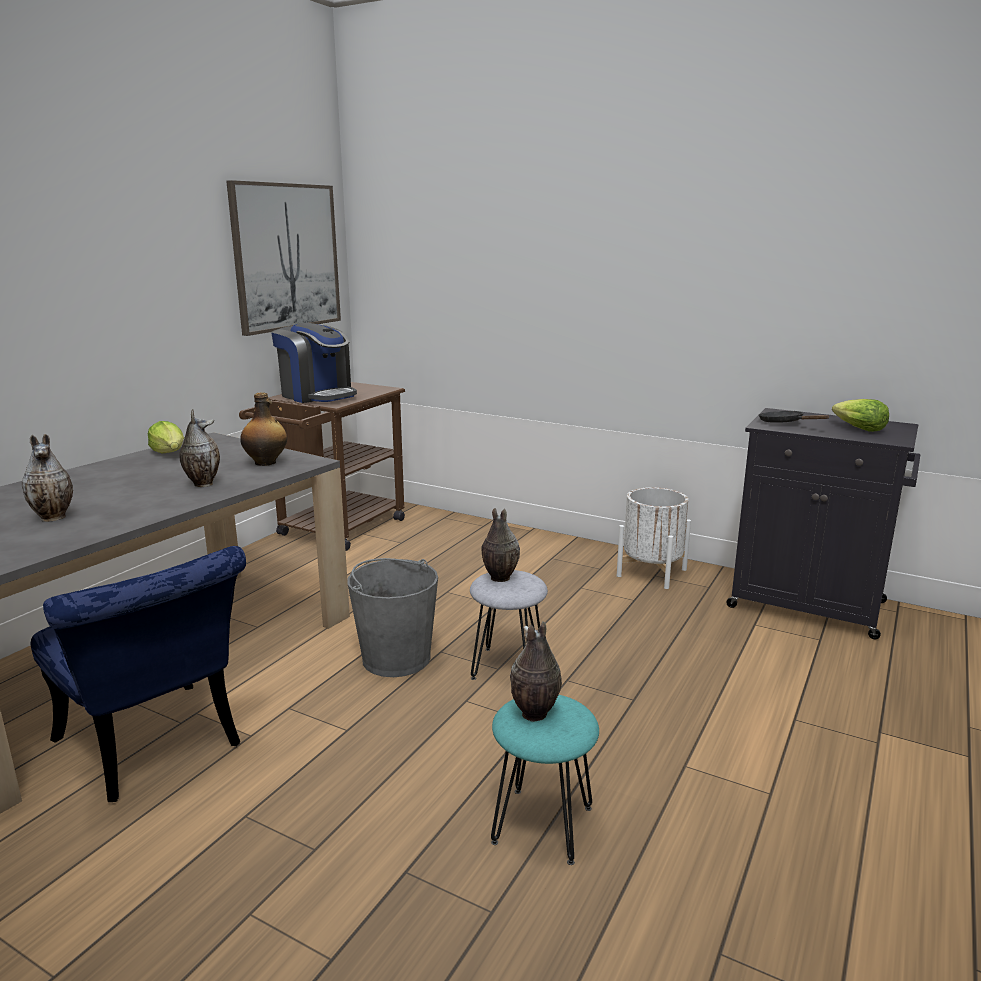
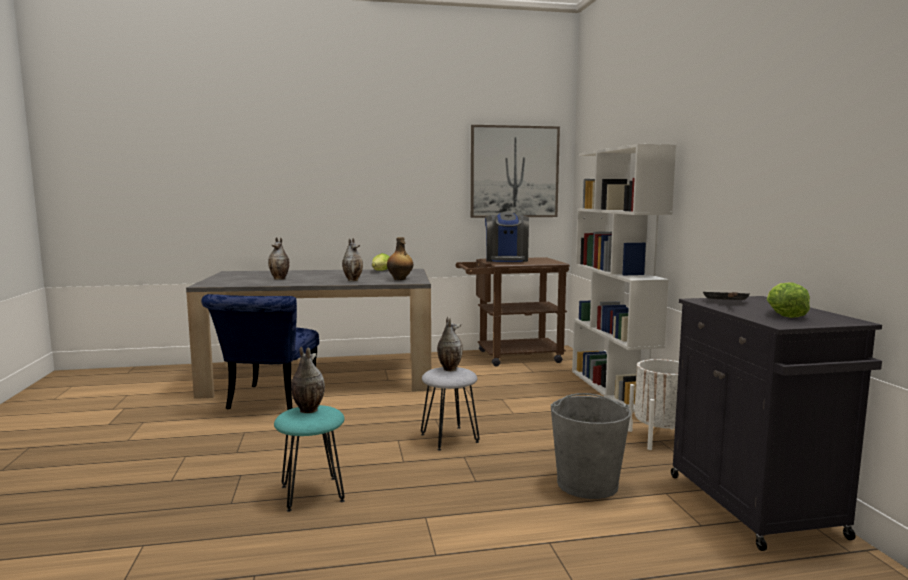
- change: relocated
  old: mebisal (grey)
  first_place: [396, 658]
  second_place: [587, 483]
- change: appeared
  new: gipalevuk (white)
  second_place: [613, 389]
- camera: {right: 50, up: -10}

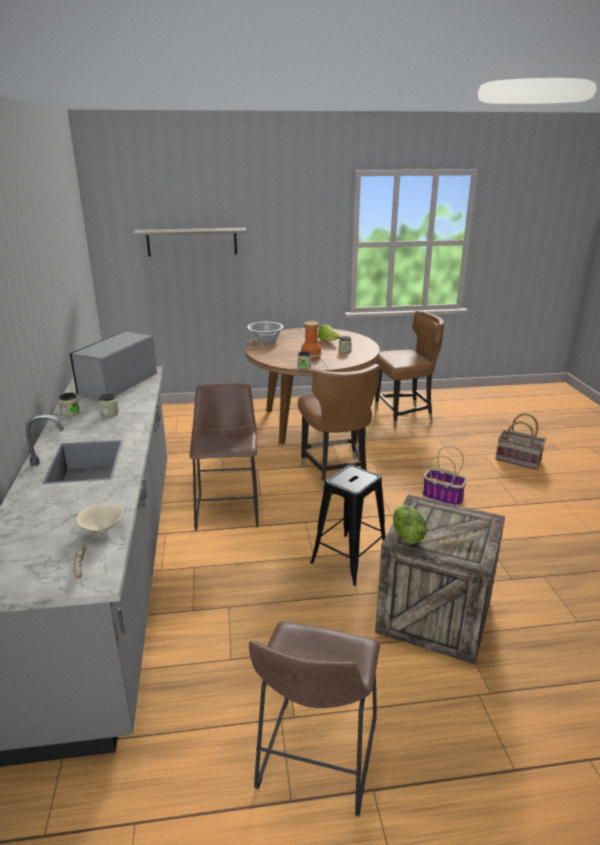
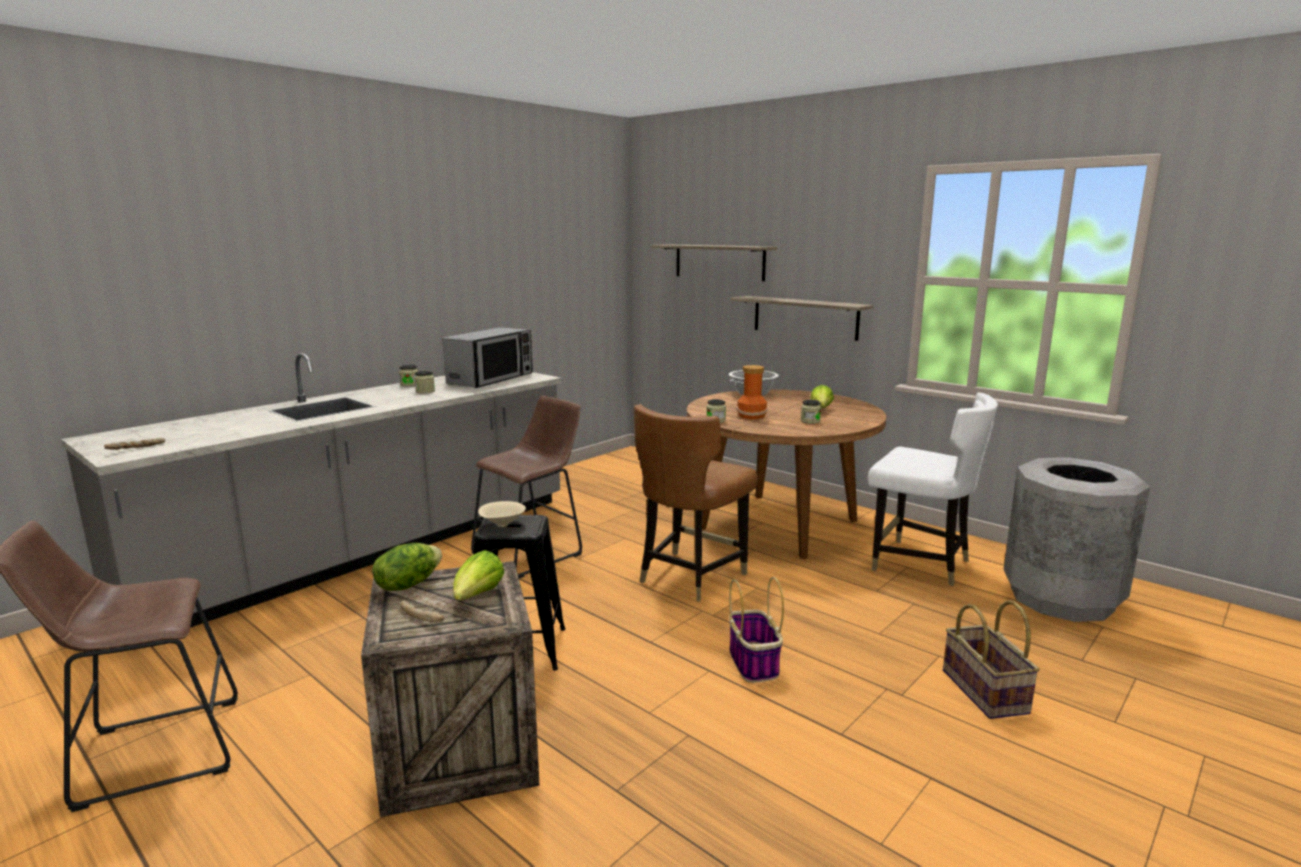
- change: spun
  old: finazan
  first_place: [117, 384]
  second_place: [491, 379]
  degrees: 135
- change: appeared
  new: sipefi
  second_place: [477, 596]
- change: relocated
  old: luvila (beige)
  first_place: [102, 530]
  second_place: [502, 525]
- change: appeared
  new: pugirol
  second_place: [805, 317]
- change: colour
  old: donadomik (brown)
  new: donadomik (white)
  first_place: [403, 415]
  second_place: [920, 563]
- change: appeared
  new: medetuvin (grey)
  second_place: [1062, 599]
- camera: {right: 50, up: -10}

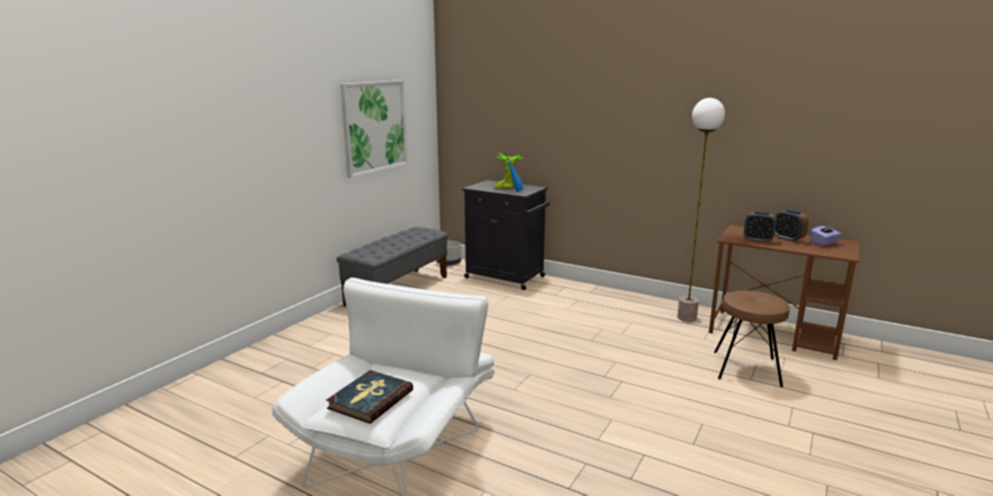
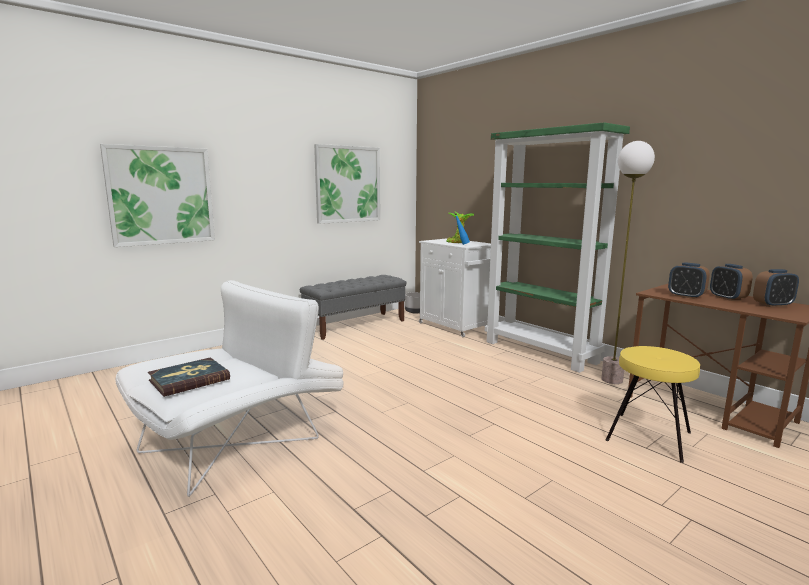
- change: appeared
  new: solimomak
  second_place: [161, 195]
- change: colour
  old: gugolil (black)
  new: gugolil (white)
  first_place: [506, 277]
  second_place: [455, 326]
- change: appeared
  new: gipalevuk (green)
  second_place: [541, 352]
- change: colour
  old: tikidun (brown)
  new: tikidun (yellow)
  first_place: [746, 368]
  second_place: [648, 436]
- change: exchanged
  old: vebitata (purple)
  new: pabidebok
  first_place: [824, 243]
  second_place: [772, 305]
- camera: {right: 20, up: -5}

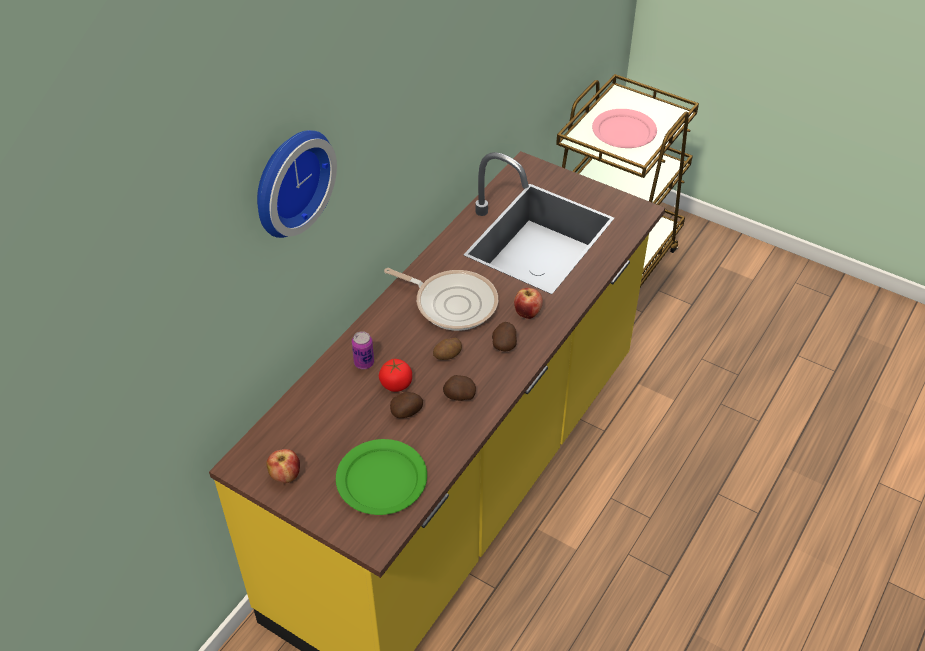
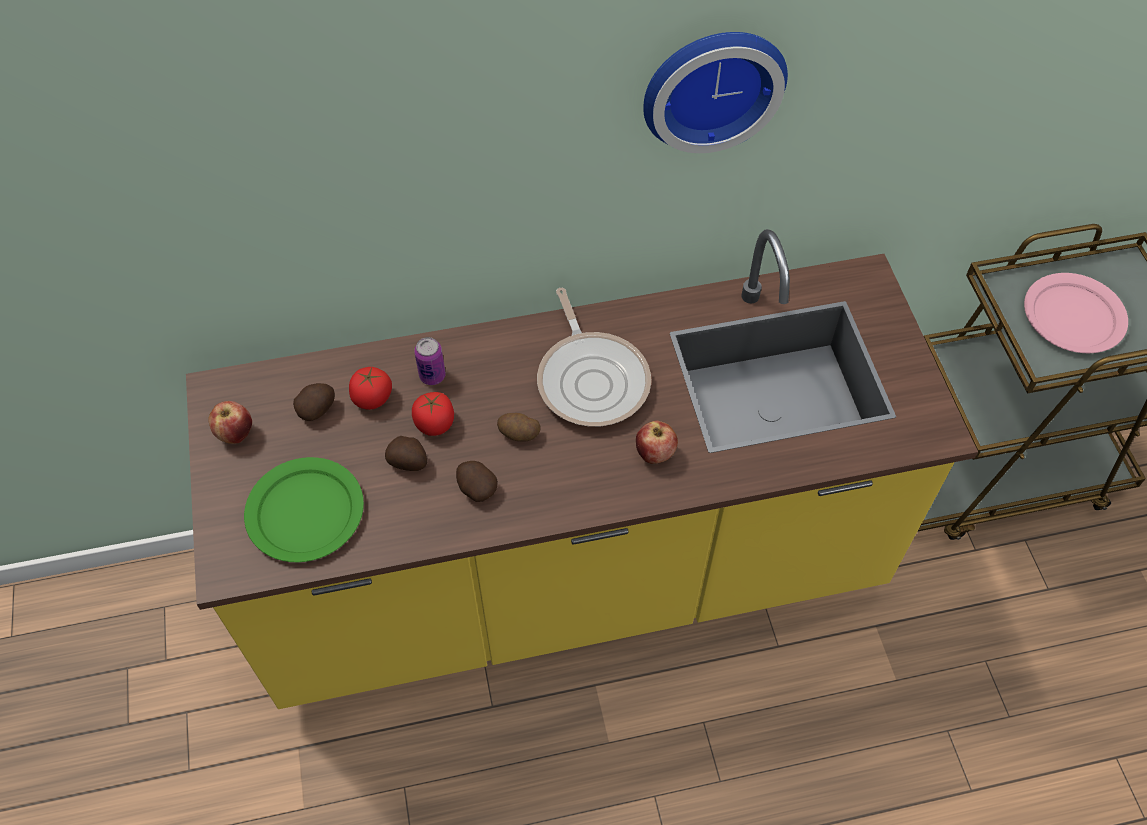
- change: relocated
  old: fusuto
  first_place: [504, 344]
  second_place: [317, 409]
- change: appeared
  new: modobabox
  second_place: [372, 398]
- change: relocated
  old: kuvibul
  first_place: [288, 180]
  second_place: [711, 84]
- camera: {right: 45, up: 10}

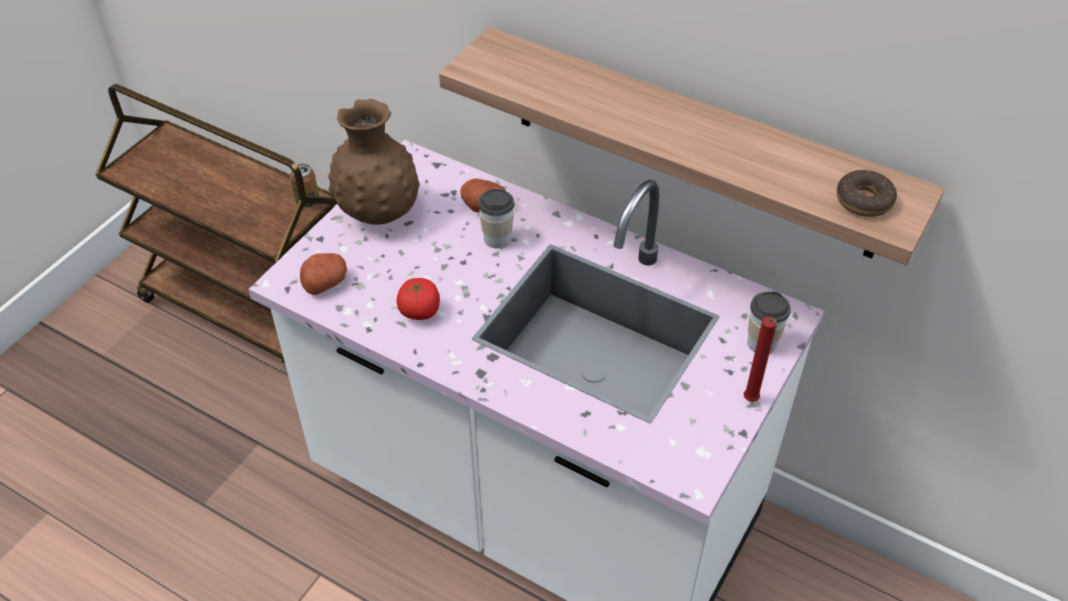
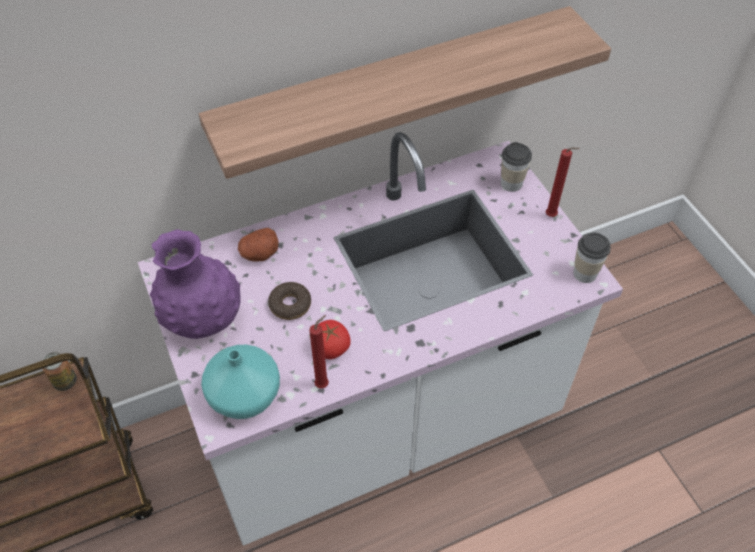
- change: colour
  old: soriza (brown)
  new: soriza (purple)
  first_place: [379, 212]
  second_place: [203, 320]
- change: exchanged
  old: fusuto
  new: soriza (turquoise)
  first_place: [325, 282]
  second_place: [246, 394]
- change: relocated
  old: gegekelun
  first_place: [864, 200]
  second_place: [290, 305]
- change: appeared
  new: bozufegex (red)
  second_place: [324, 384]
- change: relocated
  old: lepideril
  first_place: [497, 239]
  second_place: [585, 273]
- camera: {right: -55, up: 5}

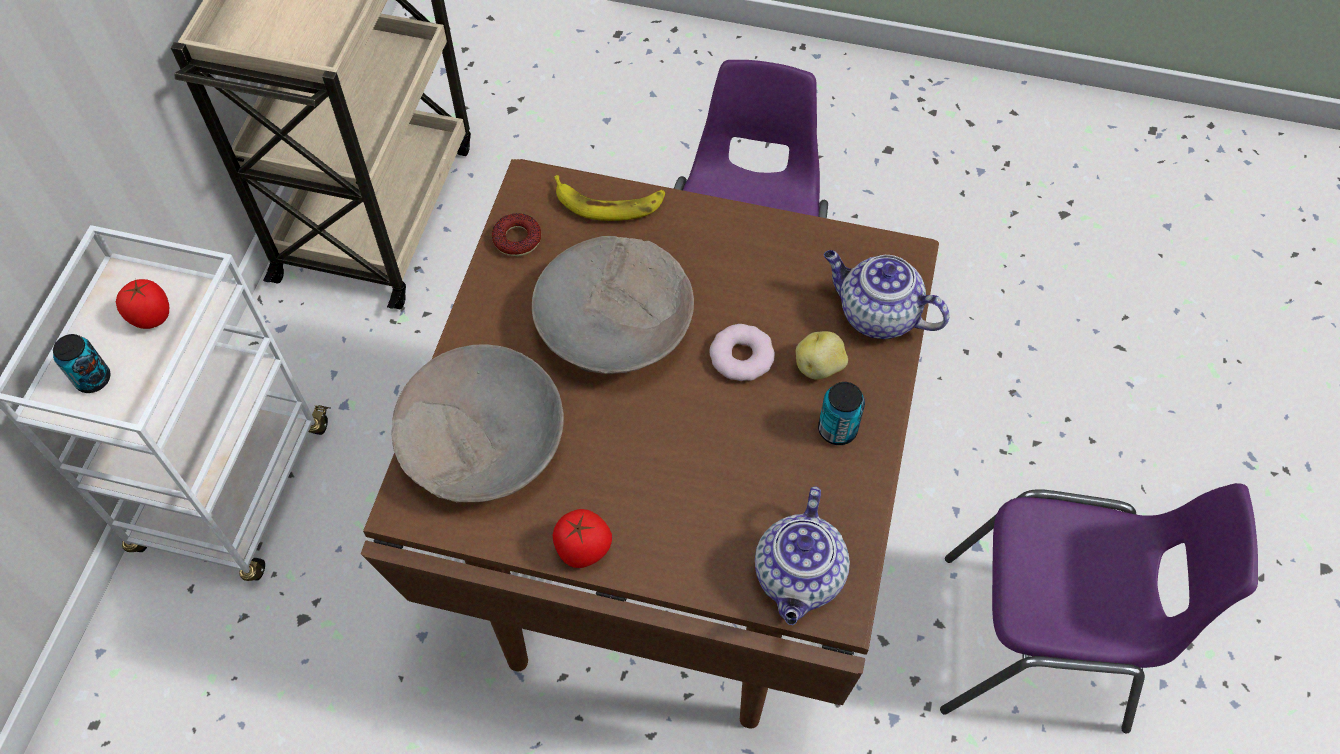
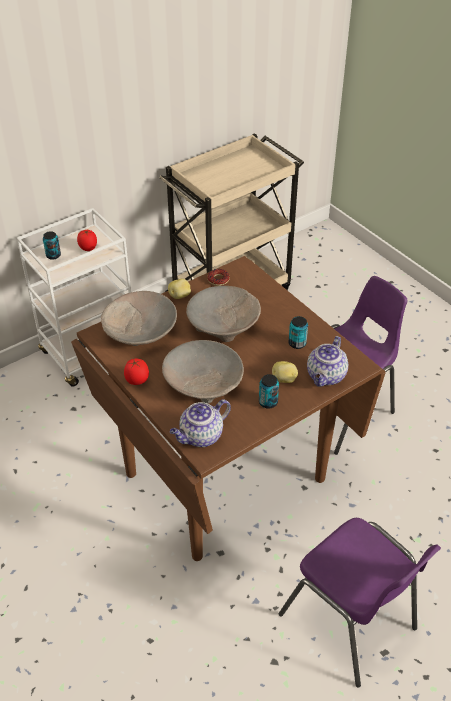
- change: appeared
  new: luvila (beige)
  second_place: [203, 381]
- change: appeared
  new: fusuto
  second_place: [180, 296]
- change: appeared
  new: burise
  second_place: [297, 343]
- change: spun
  old: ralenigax
  first_place: [876, 315]
  second_place: [326, 377]
  degrees: -135
- change: missing
  old: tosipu
  first_place: [609, 203]
- change: missing
  old: gegekelun
  first_place: [741, 356]
- camera: {right: 40, up: -15}

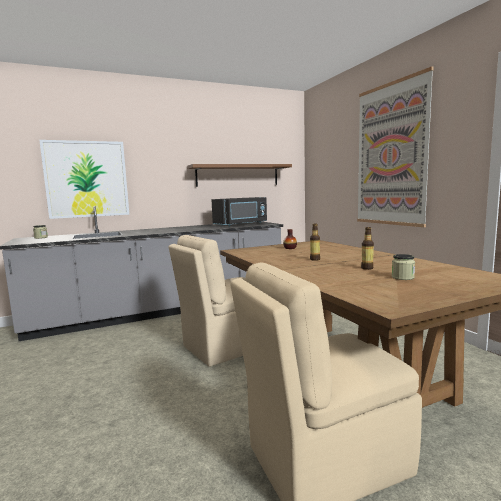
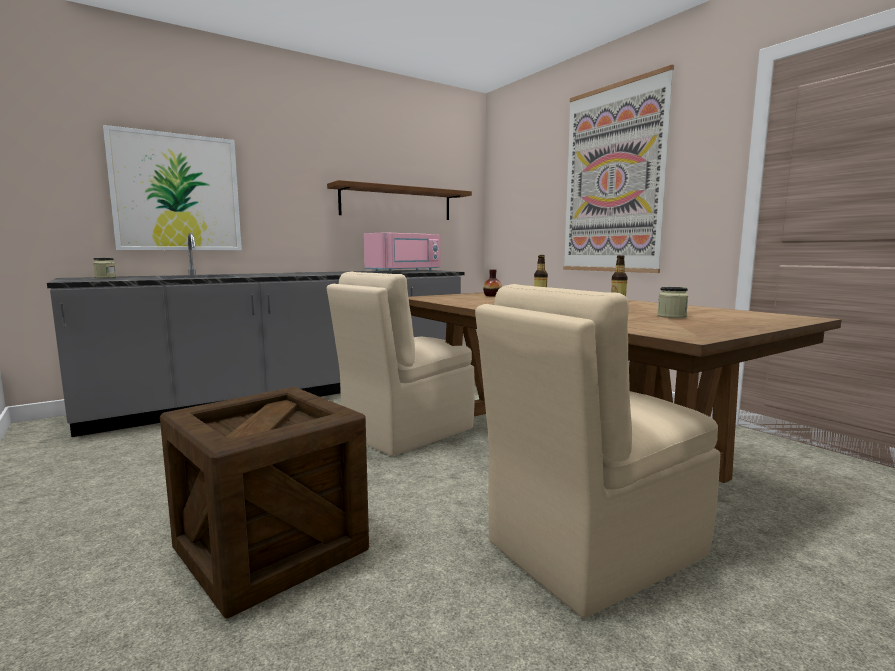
- change: appeared
  new: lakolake
  second_place: [271, 549]
- change: colour
  old: finazan (black)
  new: finazan (pink)
  first_place: [241, 224]
  second_place: [405, 271]
- camera: {right: -10, up: 0}

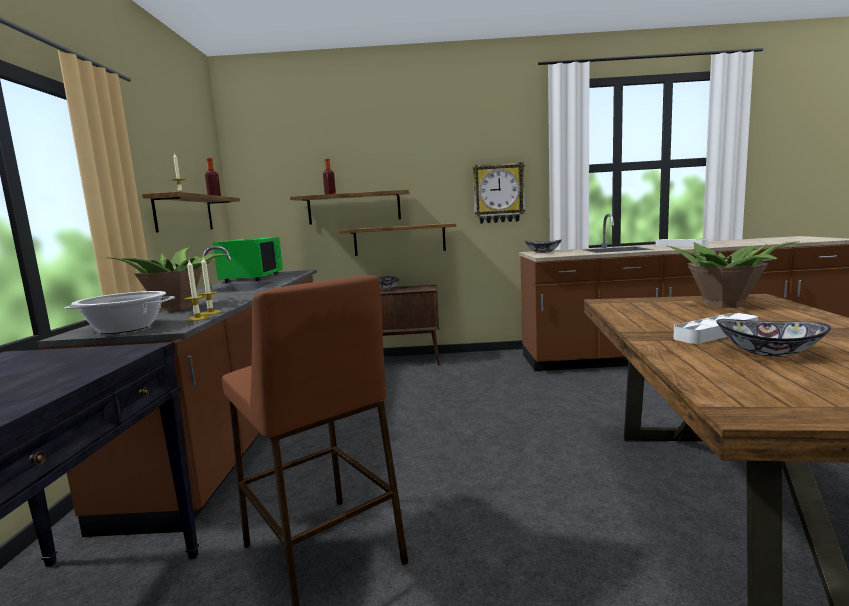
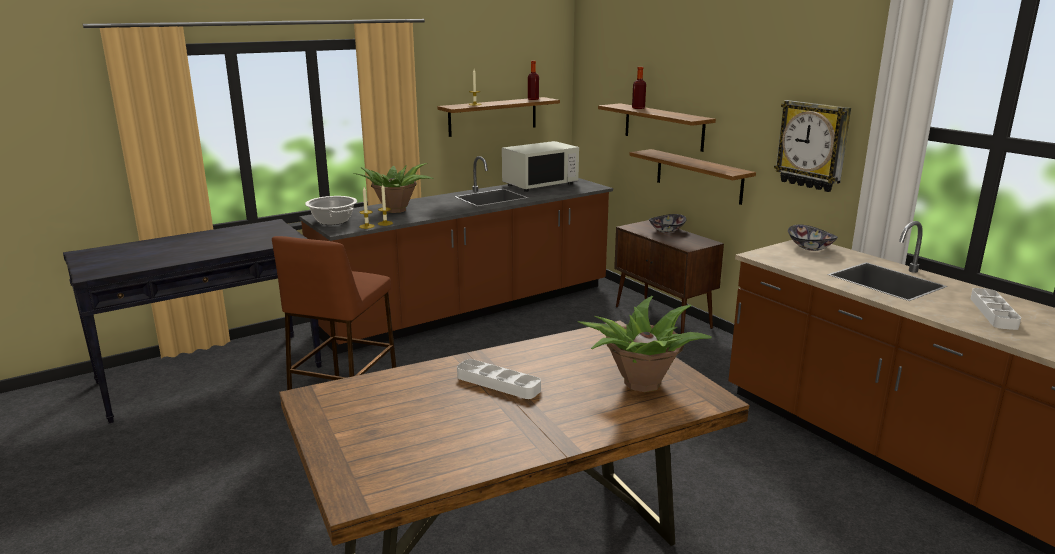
- change: colour
  old: finazan (green)
  new: finazan (white)
  first_place: [252, 277]
  second_place: [540, 184]
- change: missing
  old: luvila
  first_place: [768, 352]
- camera: {right: 55, up: 10}

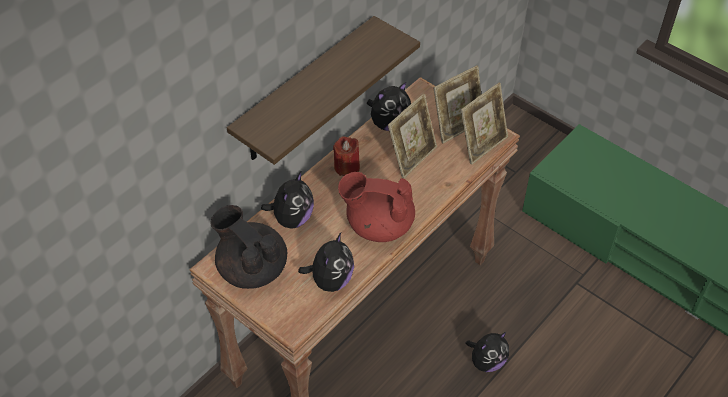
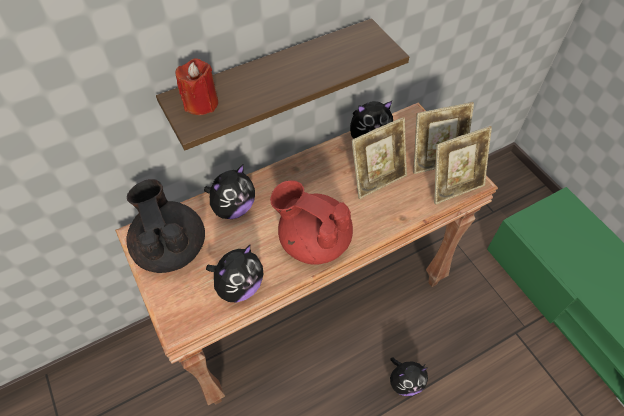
- change: relocated
  old: bozufegex (red)
  first_place: [346, 167]
  second_place: [201, 103]
- camera: {right: 20, up: 5}

